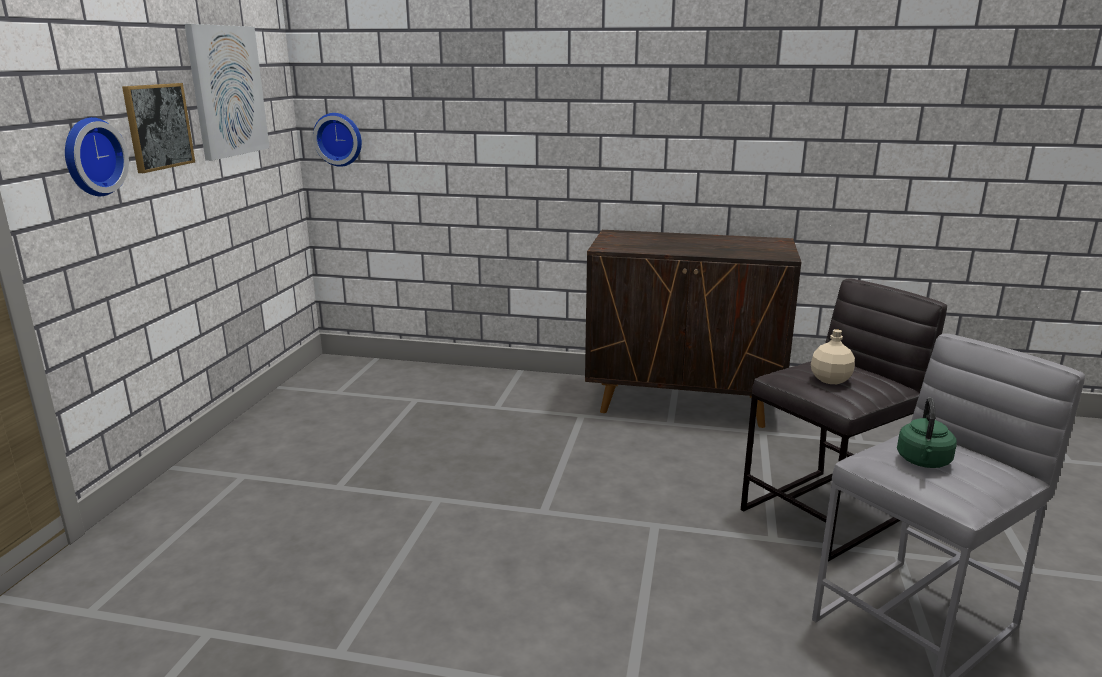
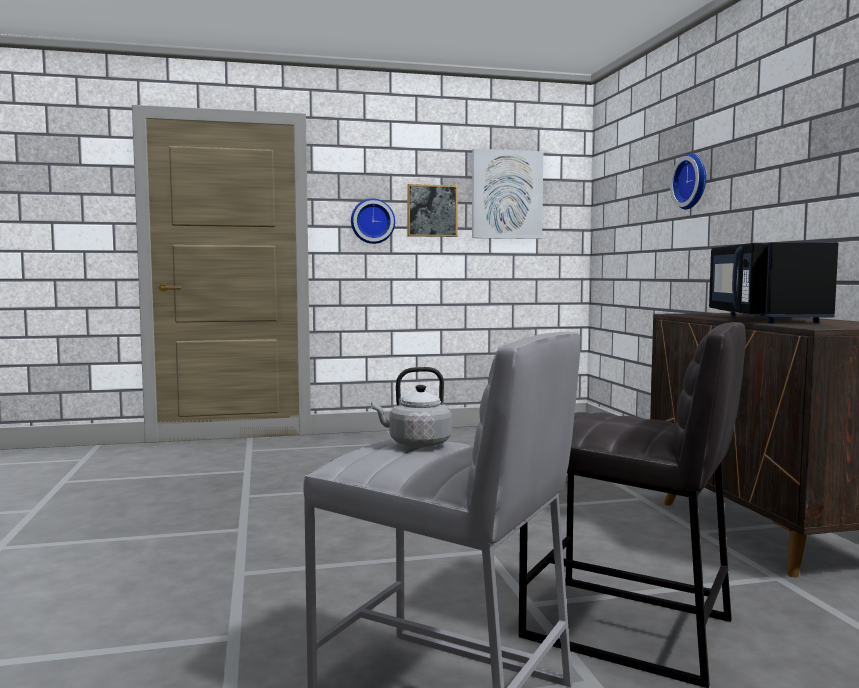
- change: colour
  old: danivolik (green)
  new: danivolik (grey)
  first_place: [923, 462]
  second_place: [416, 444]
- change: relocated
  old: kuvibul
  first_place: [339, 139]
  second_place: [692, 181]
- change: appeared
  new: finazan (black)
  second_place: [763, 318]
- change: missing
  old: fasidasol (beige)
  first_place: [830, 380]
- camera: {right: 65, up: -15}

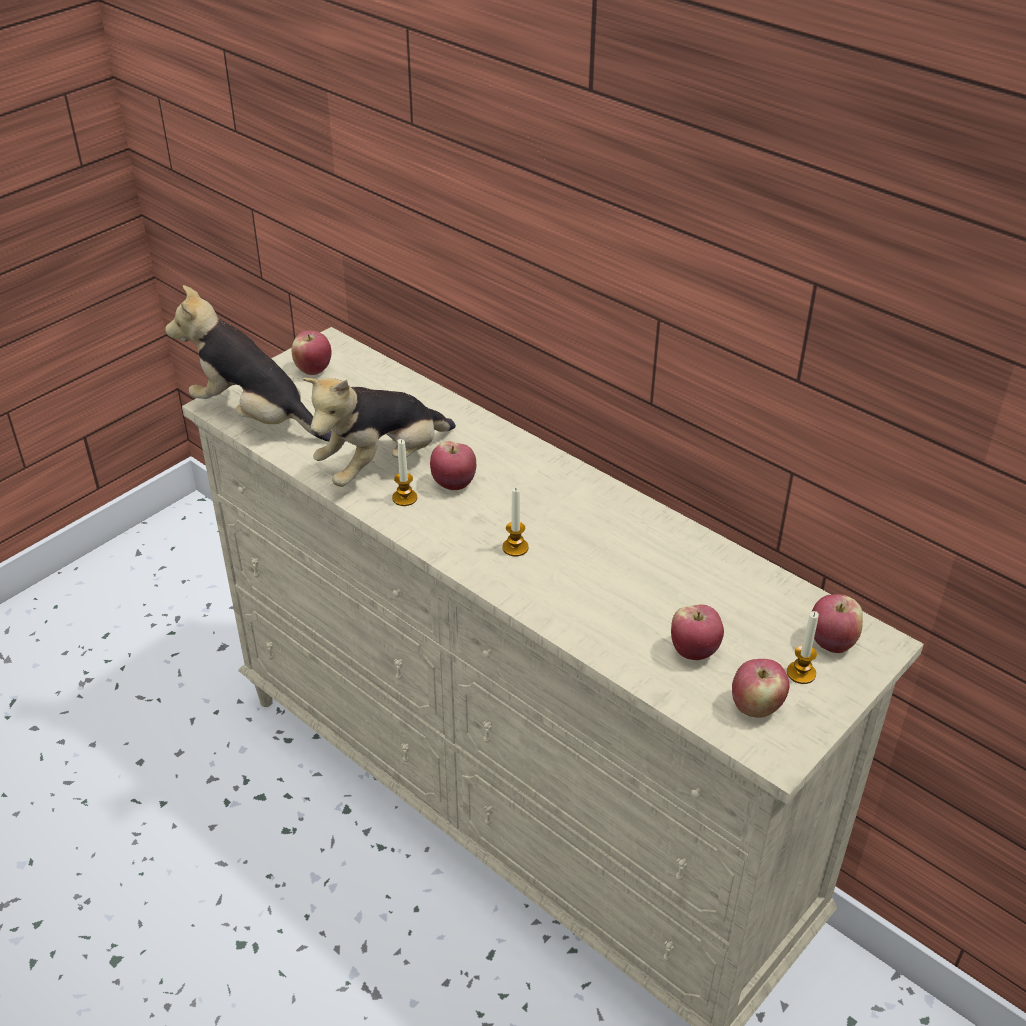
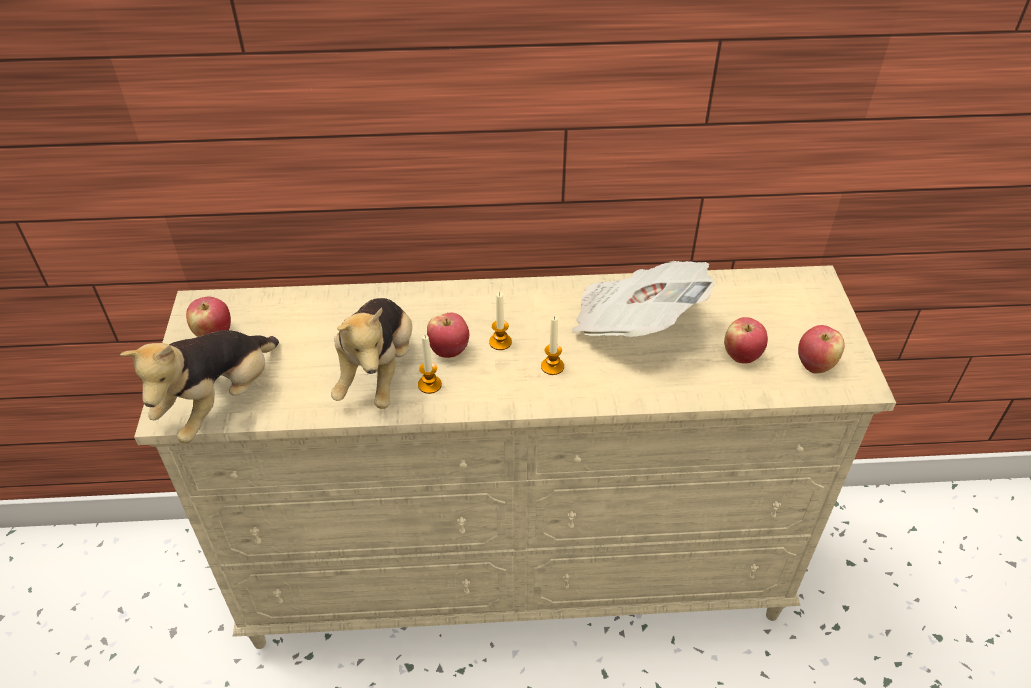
- change: spun
  old: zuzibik
  first_place: [256, 418]
  second_place: [220, 402]
  degrees: -45
- change: relocated
  old: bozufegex
  first_place: [801, 673]
  second_place: [500, 342]
- change: appeared
  new: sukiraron
  second_place: [634, 324]
- change: missing
  old: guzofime
  first_place: [831, 642]
- camera: {right: -45, up: 5}

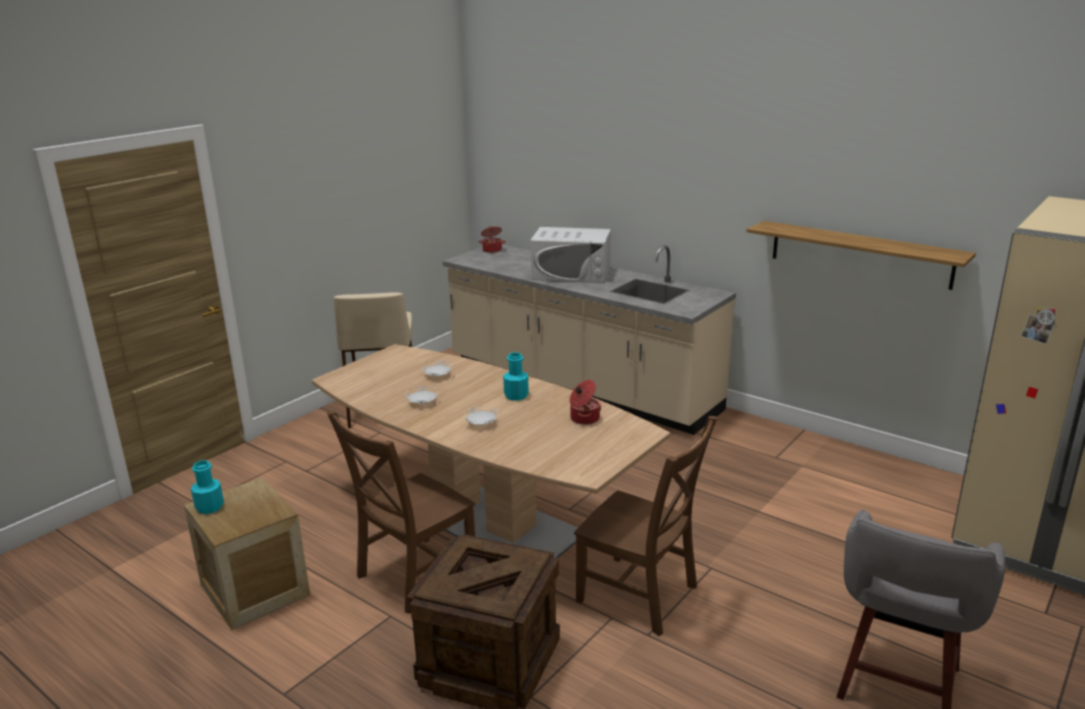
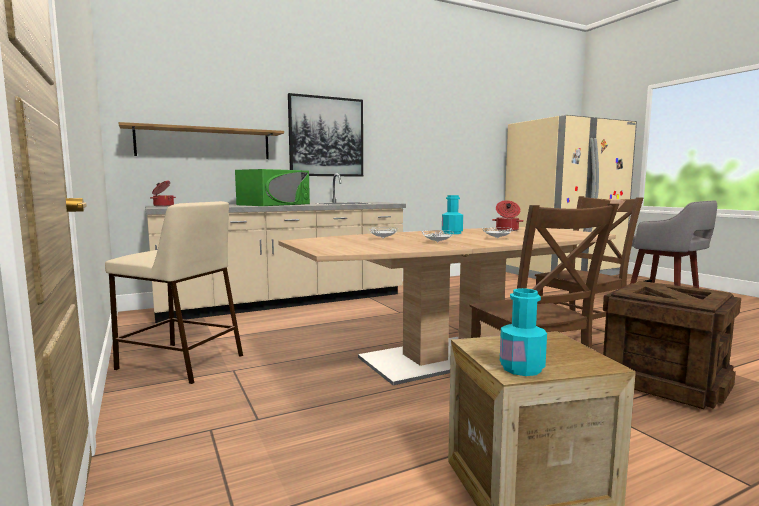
- change: relocated
  old: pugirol
  first_place: [859, 254]
  second_place: [204, 143]
- change: colour
  old: finazan (white)
  new: finazan (green)
  first_place: [571, 274]
  second_place: [274, 204]
- change: appeared
  new: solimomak
  second_place: [326, 137]
- camera: {right: -65, up: -15}

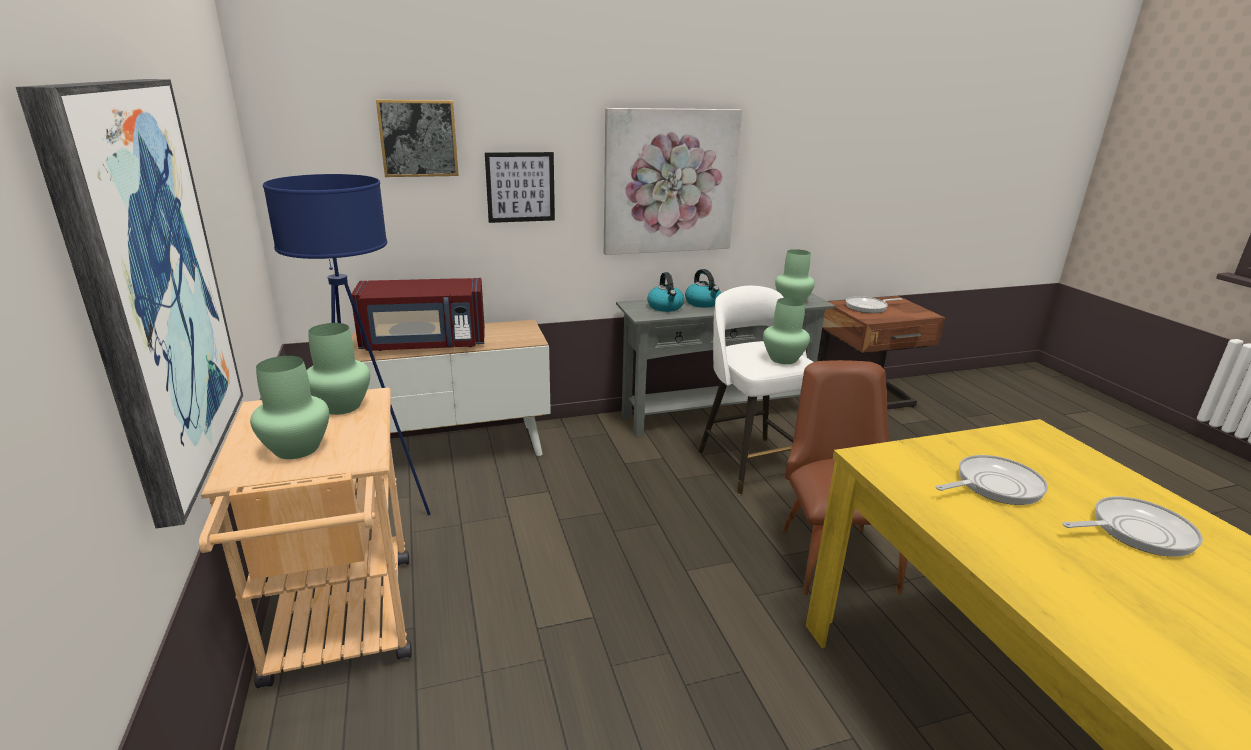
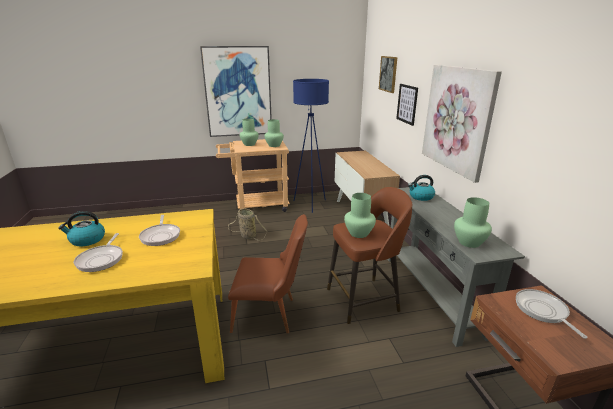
- change: relocated
  old: danivolik
  first_place: [703, 303]
  second_place: [87, 240]
- change: appeared
  new: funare
  second_place: [247, 235]
- change: colour
  old: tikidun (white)
  new: tikidun (brown)
  first_place: [751, 462]
  second_place: [364, 299]
- change: missing
  old: finazan (red)
  first_place: [424, 344]
- camera: {right: 95, up: 0}

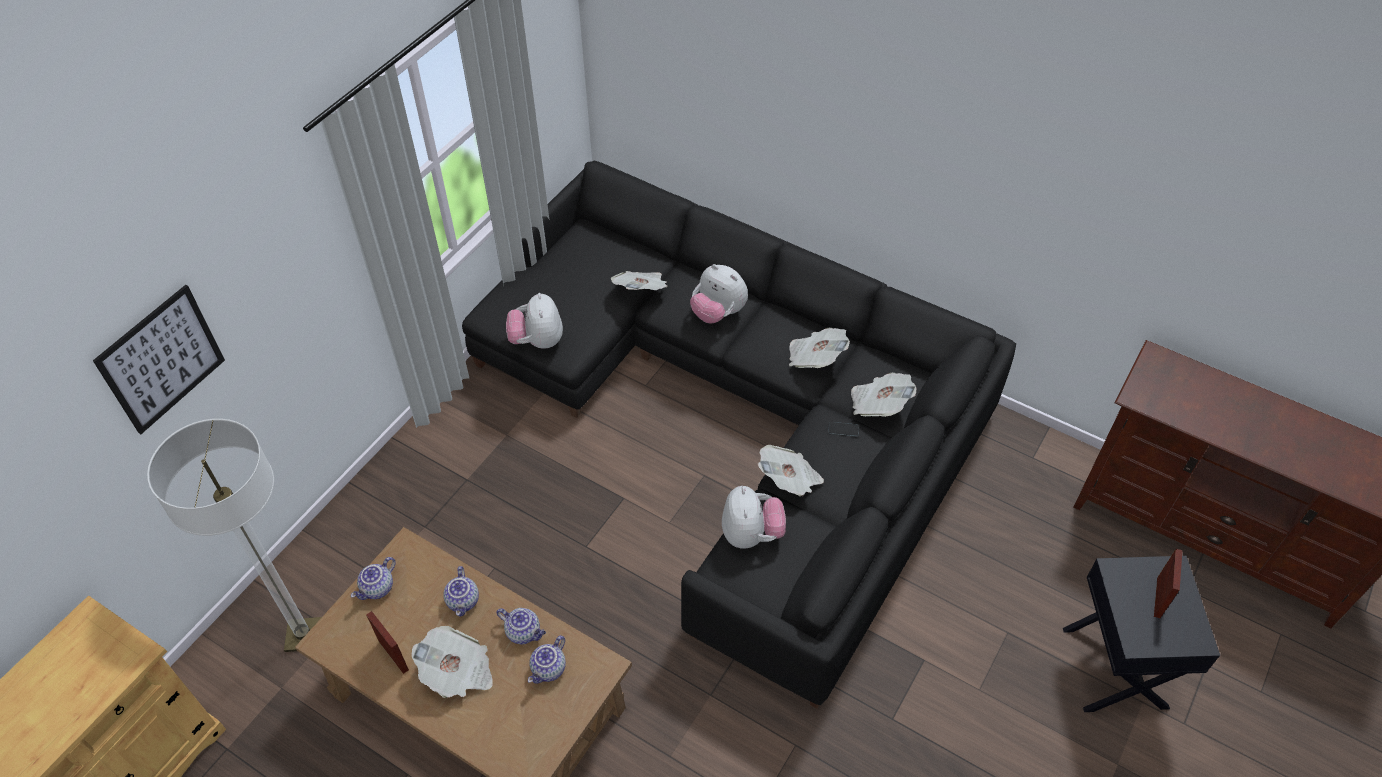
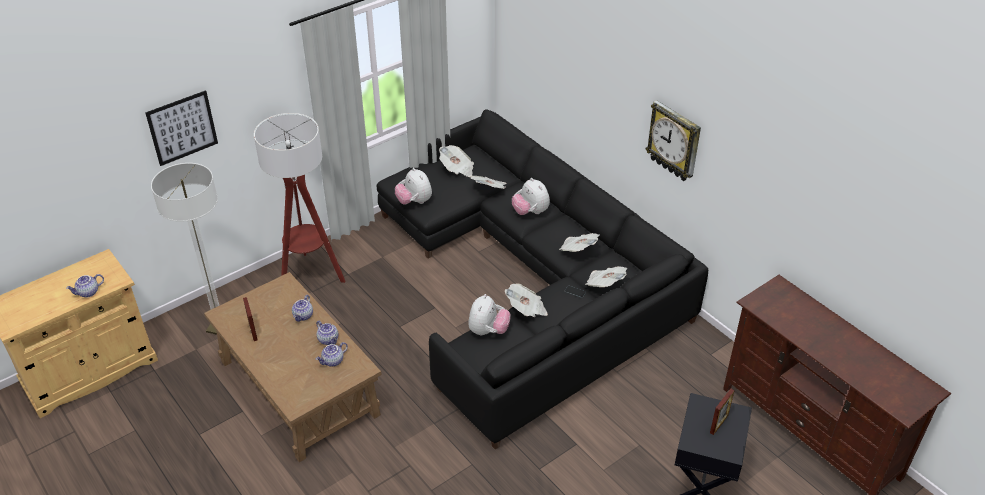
- change: relocated
  old: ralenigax
  first_place: [378, 588]
  second_place: [88, 293]
- change: appeared
  new: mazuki
  second_place: [310, 276]
- change: spun
  old: zuzibik
  first_place: [537, 341]
  second_place: [414, 201]
  degrees: -45
- change: relocated
  old: sukiraron
  first_place: [458, 672]
  second_place: [457, 169]
- change: appeared
  new: kuvibul
  second_place: [674, 141]
- camera: {right: 20, up: -10}

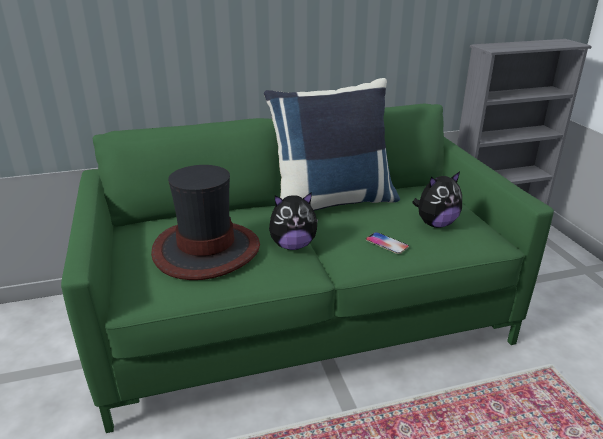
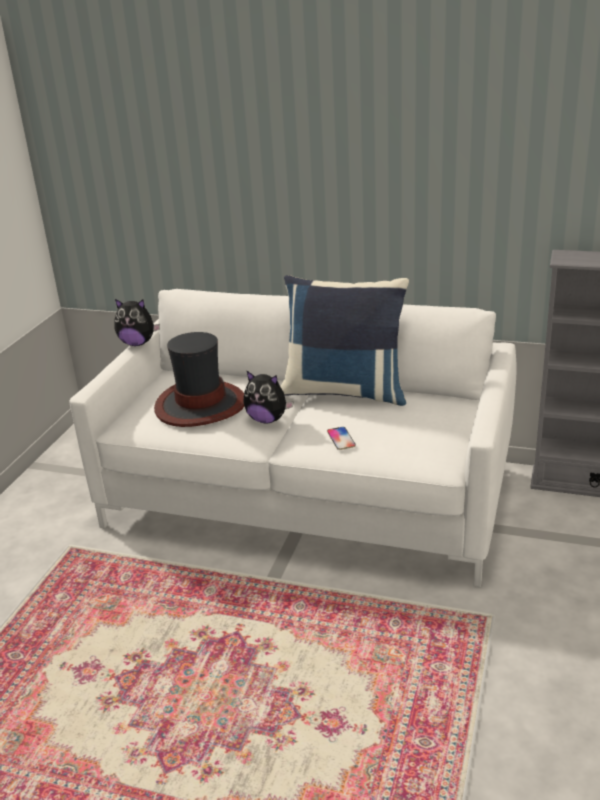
- change: colour
  old: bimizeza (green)
  new: bimizeza (white)
  first_place: [301, 317]
  second_place: [307, 497]
- change: relocated
  old: zuzibik
  first_place: [435, 224]
  second_place: [138, 343]
- camera: {right: 35, up: 0}

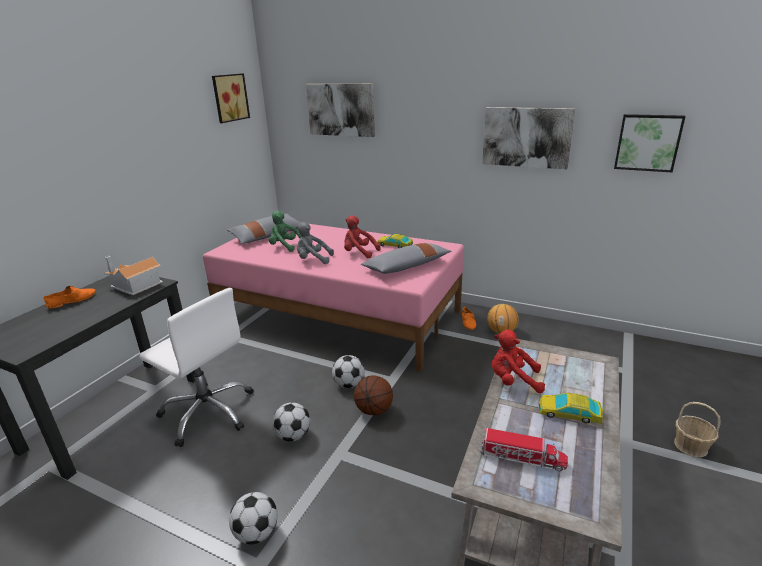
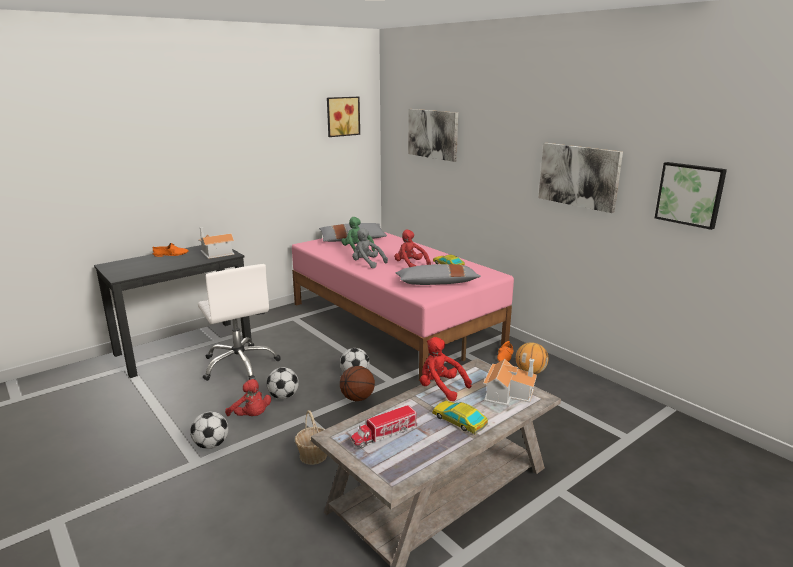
- change: appeared
  new: zuzibik (red)
  second_place: [251, 416]
- change: relocated
  old: funare
  first_place: [691, 446]
  second_place: [313, 455]
- change: spun
  old: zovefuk
  first_place: [522, 458]
  second_place: [384, 434]
  degrees: 105
- change: appeared
  new: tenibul
  second_place: [508, 393]
- camera: {right: 25, up: -5}

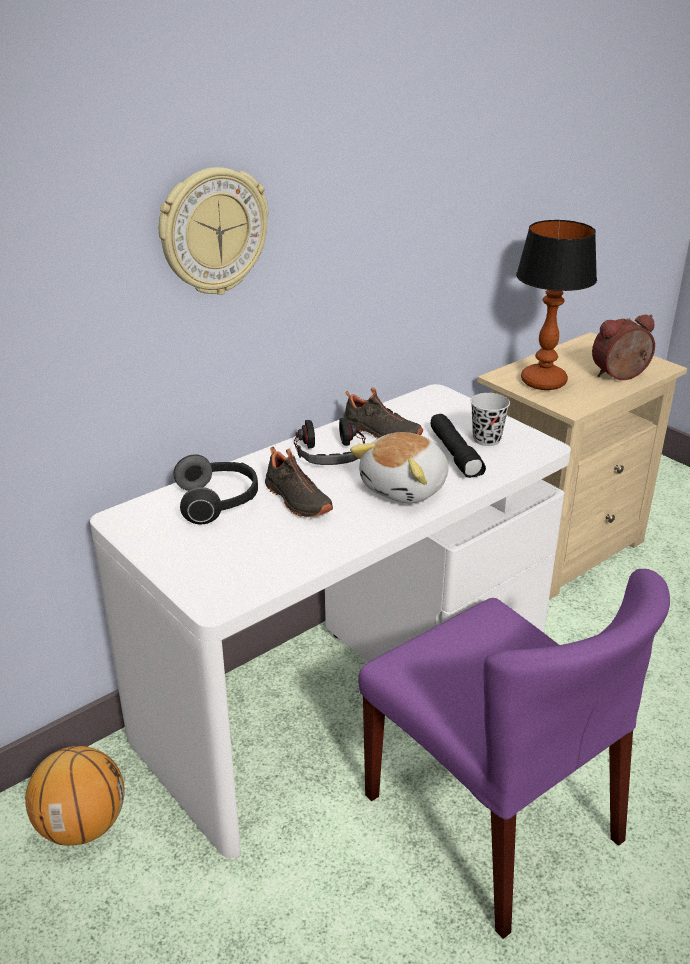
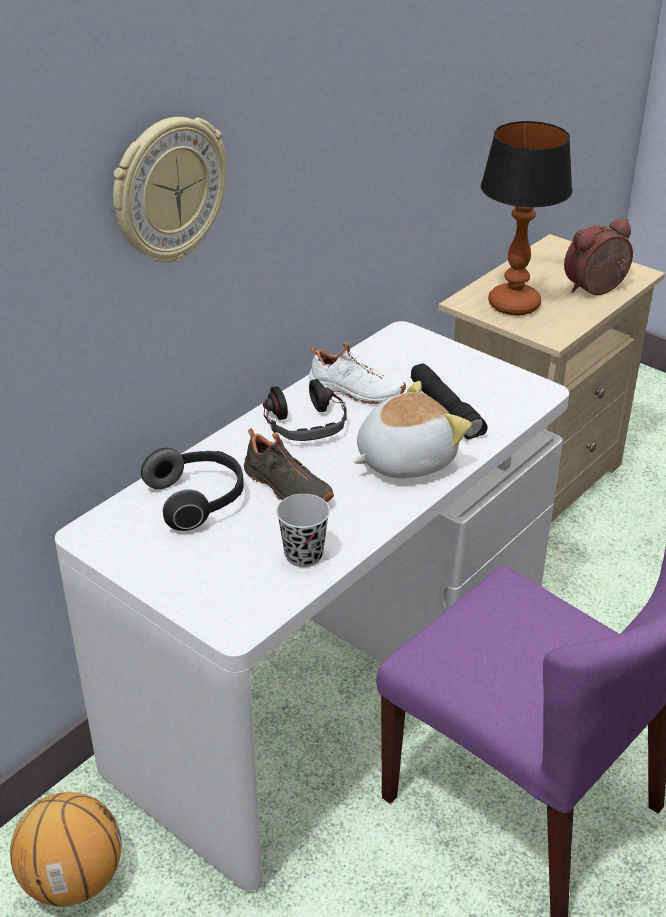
- change: relocated
  old: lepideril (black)
  first_place: [486, 439]
  second_place: [303, 555]
- change: colour
  old: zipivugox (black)
  new: zipivugox (white)
  first_place: [380, 433]
  second_place: [355, 392]
- change: spun
  old: zuzibik
  first_place: [406, 488]
  second_place: [404, 459]
  degrees: -150
- camera: {right: -10, up: 5}

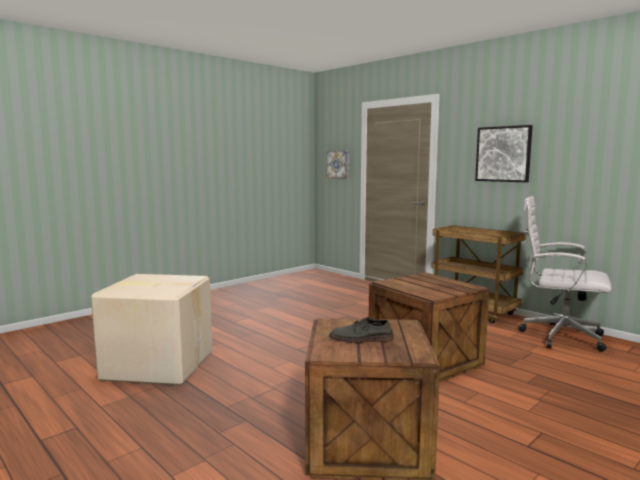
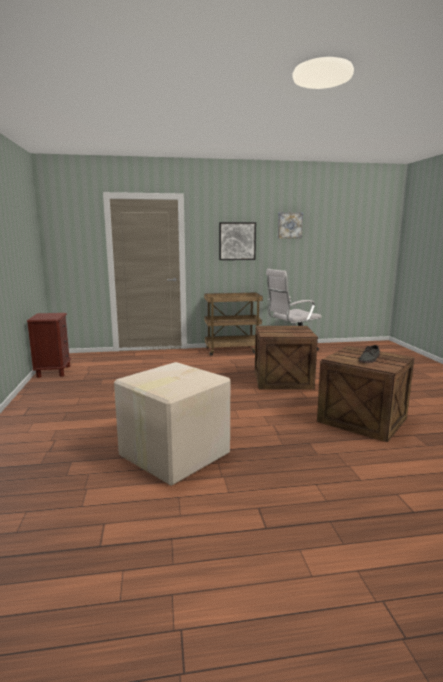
- change: appeared
  new: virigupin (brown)
  second_place: [53, 371]
- change: relocated
  old: solimomak
  first_place: [338, 164]
  second_place: [289, 225]
- camera: {right: -55, up: 5}

